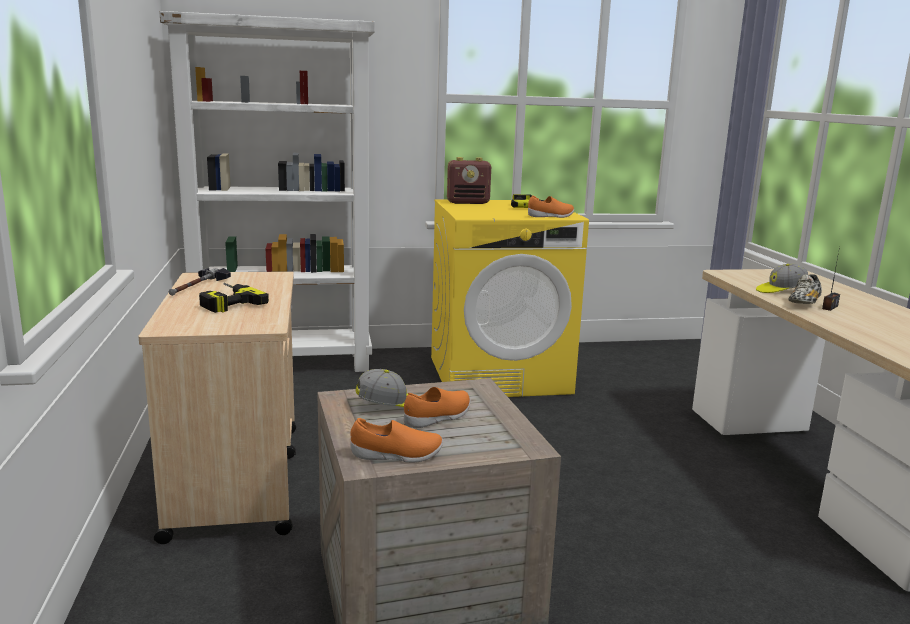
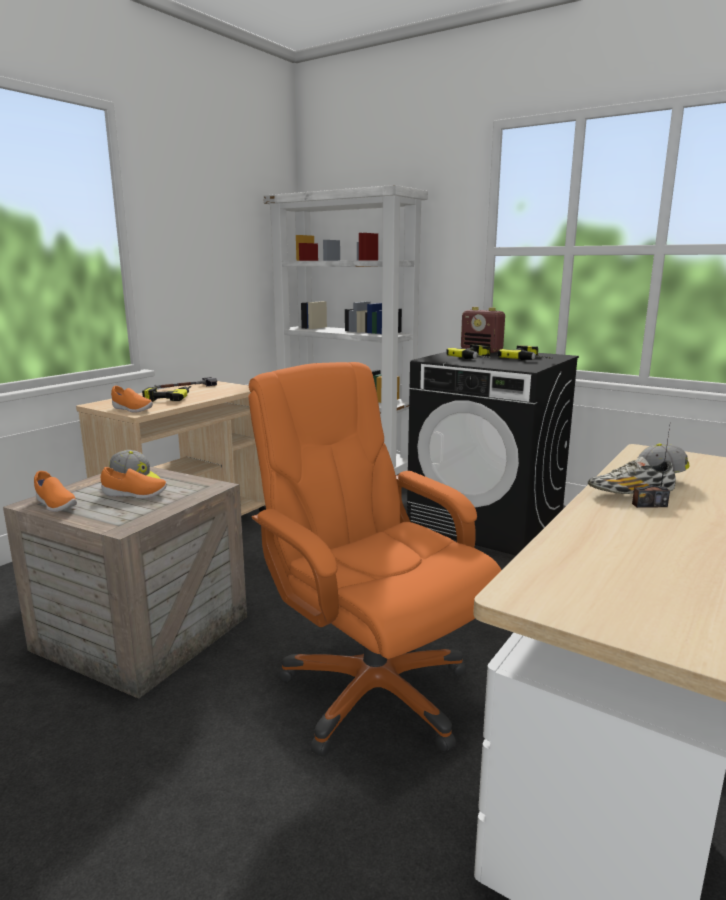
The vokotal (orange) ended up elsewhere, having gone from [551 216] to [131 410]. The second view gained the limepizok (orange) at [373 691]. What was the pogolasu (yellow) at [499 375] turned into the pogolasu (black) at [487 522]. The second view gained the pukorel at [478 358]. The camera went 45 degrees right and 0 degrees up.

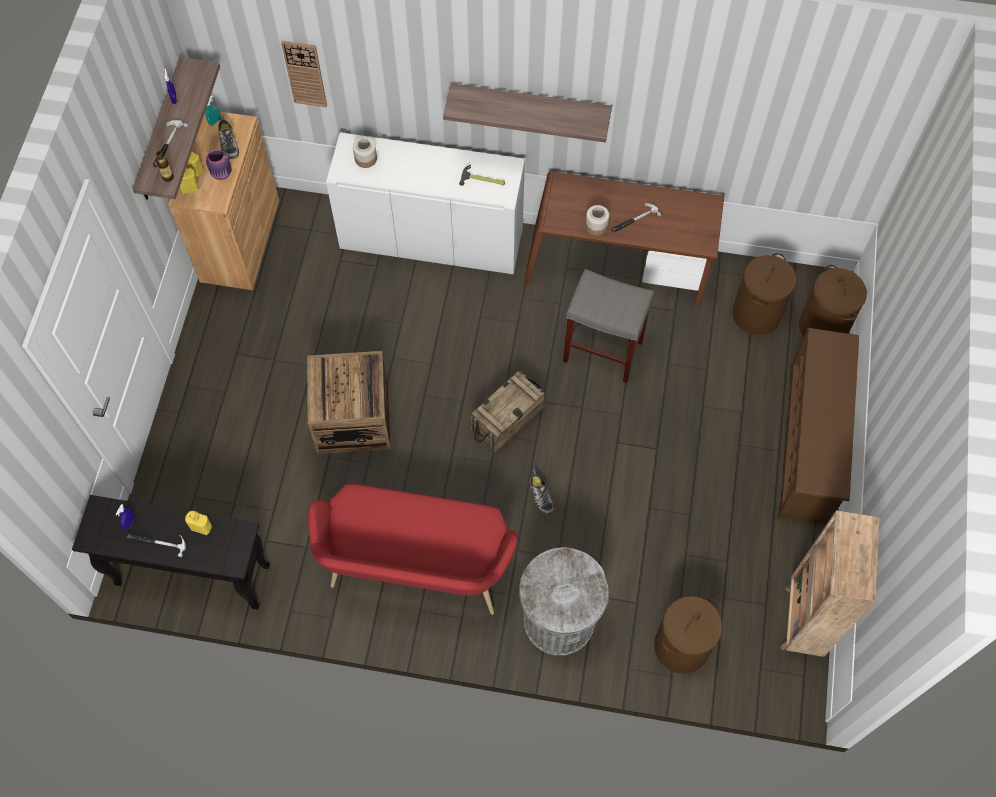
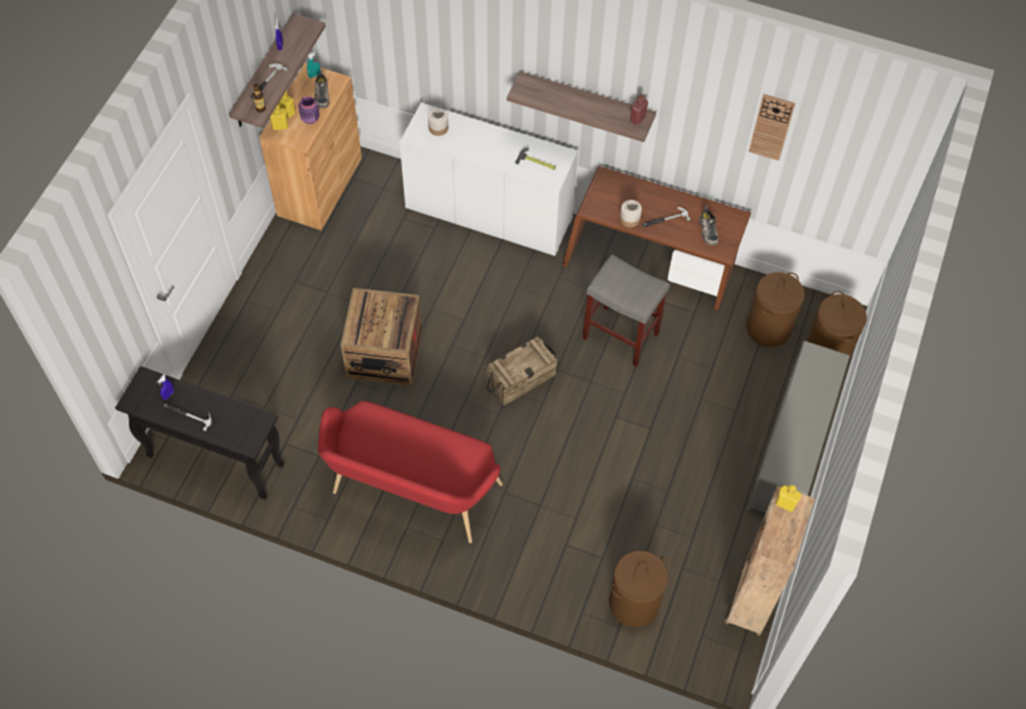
The second view gained the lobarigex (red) at [637 119]. The vokotal ended up elsewhere, having gone from [540 495] to [707 230]. What was the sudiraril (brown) at [809 446] turned into the sudiraril (grey) at [791 451]. The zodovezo ended up elsewhere, having gone from [305 73] to [771 127]. The lobarigex (yellow) ended up elsewhere, having gone from [201 527] to [785 504]. The second view lost the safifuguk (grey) at [558 621]. The camera went 10 degrees right and 5 degrees down.

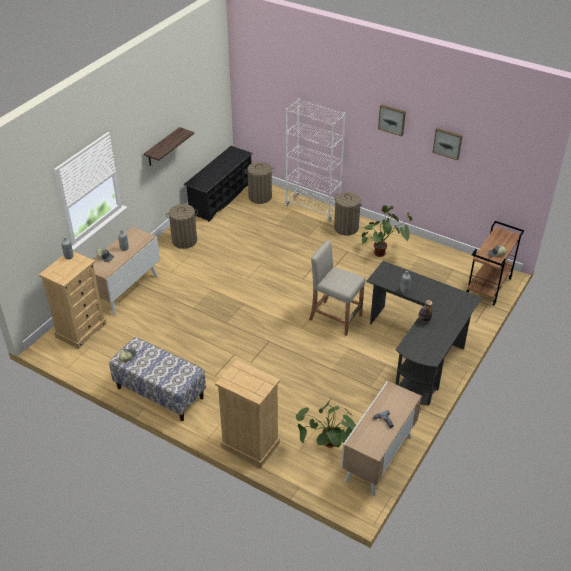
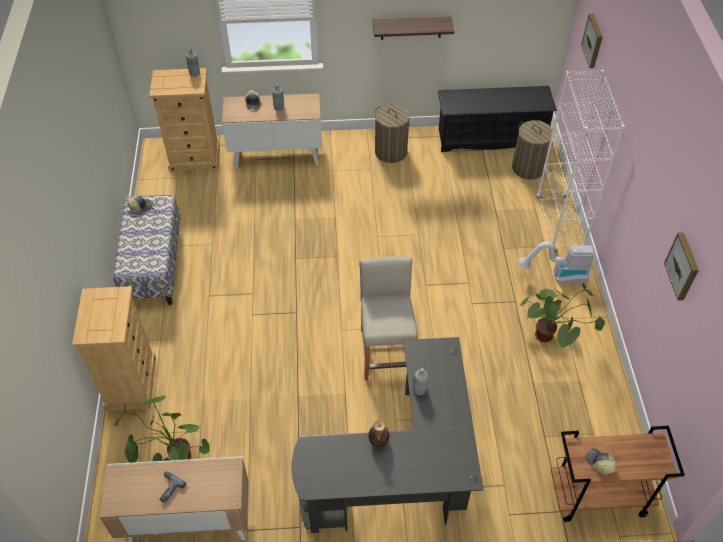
Where the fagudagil stood at [346 228], the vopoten came to stand at [557 276]. The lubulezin ended up elsewhere, having gone from [392 119] to [593 40]. The camera went 55 degrees right and 10 degrees up.

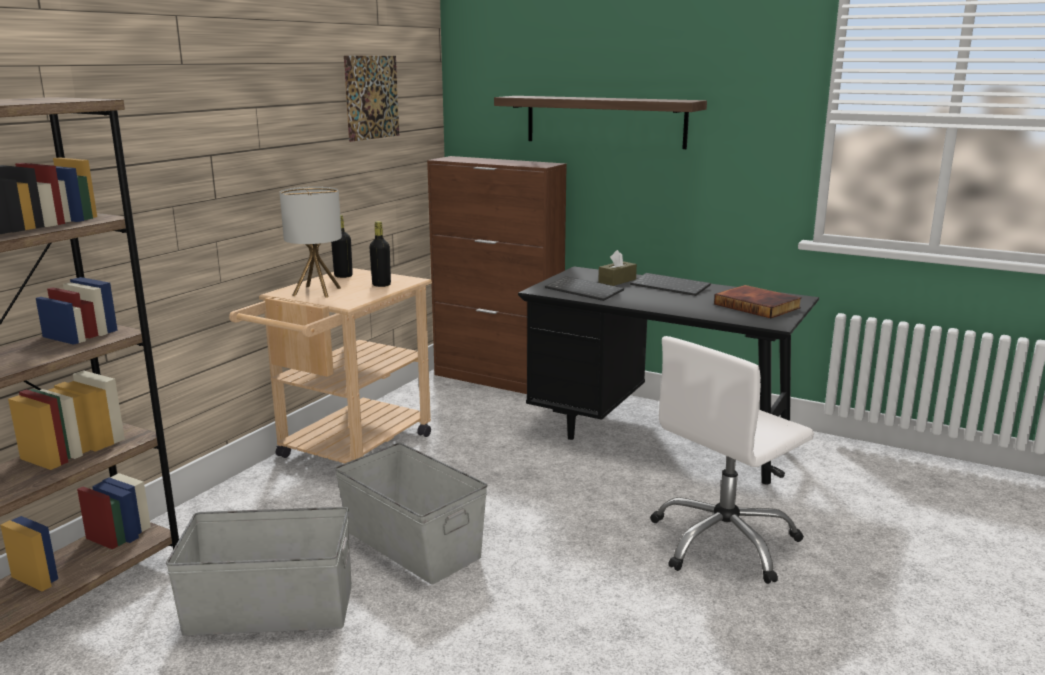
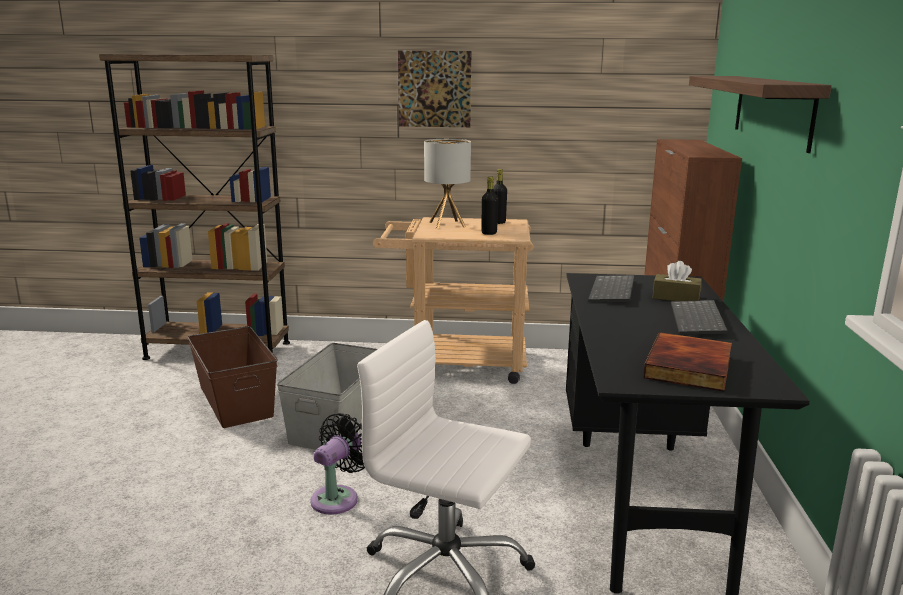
What was the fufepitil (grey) at [271 609] turned into the fufepitil (brown) at [235 401]. The second view gained the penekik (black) at [338 497]. The lubulezin ended up elsewhere, having gone from [372 97] to [434 89]. The camera went 65 degrees right and 0 degrees up.

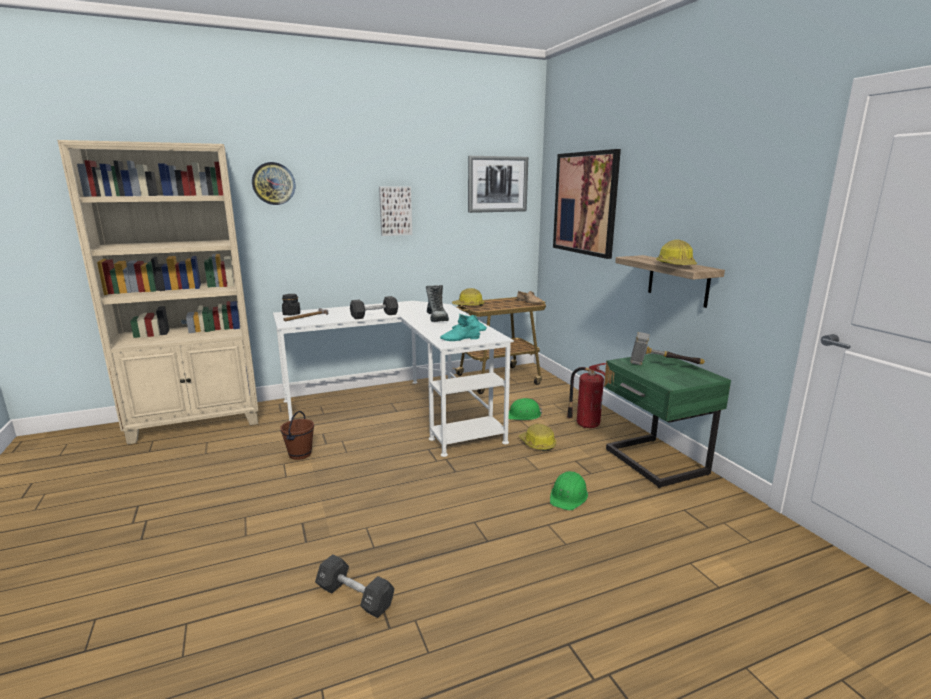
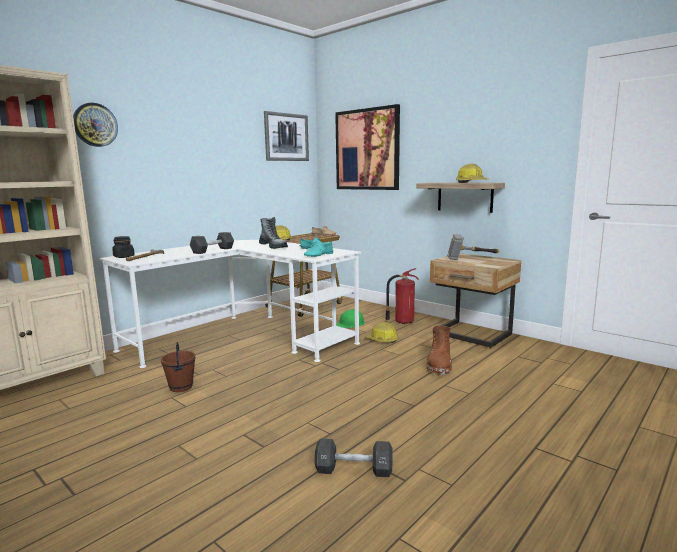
Where the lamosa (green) stood at [568 496], the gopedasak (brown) came to stand at [439 365]. What was the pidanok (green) at [653 463] turned into the pidanok (beige) at [471 335]. The second view lost the lubulezin at [395 211]. The camera went 25 degrees left and 5 degrees down.

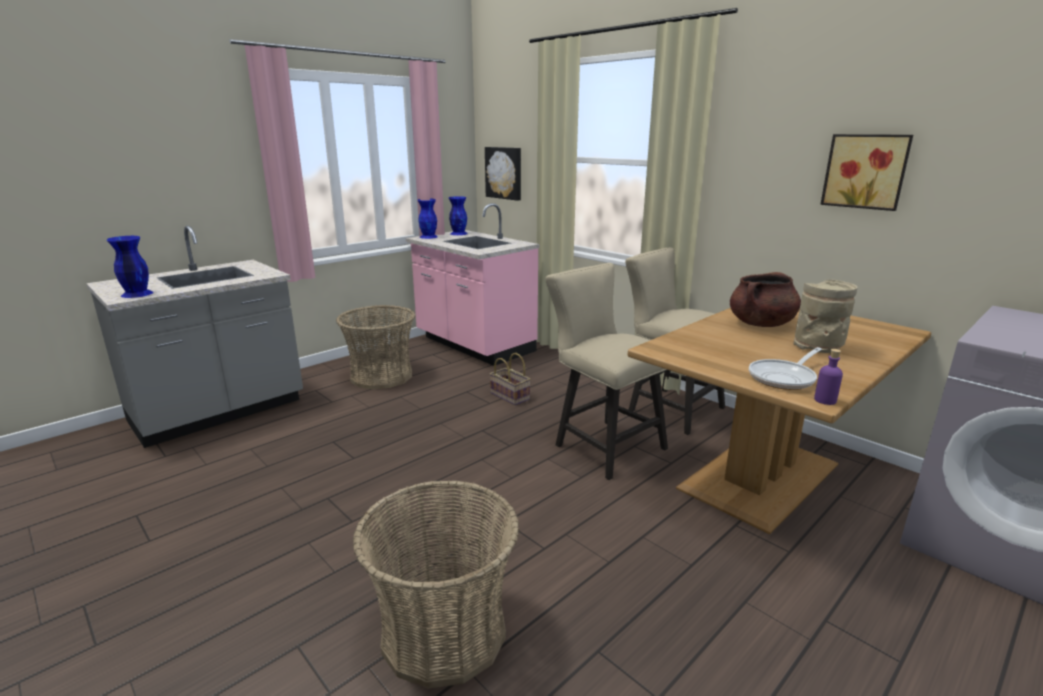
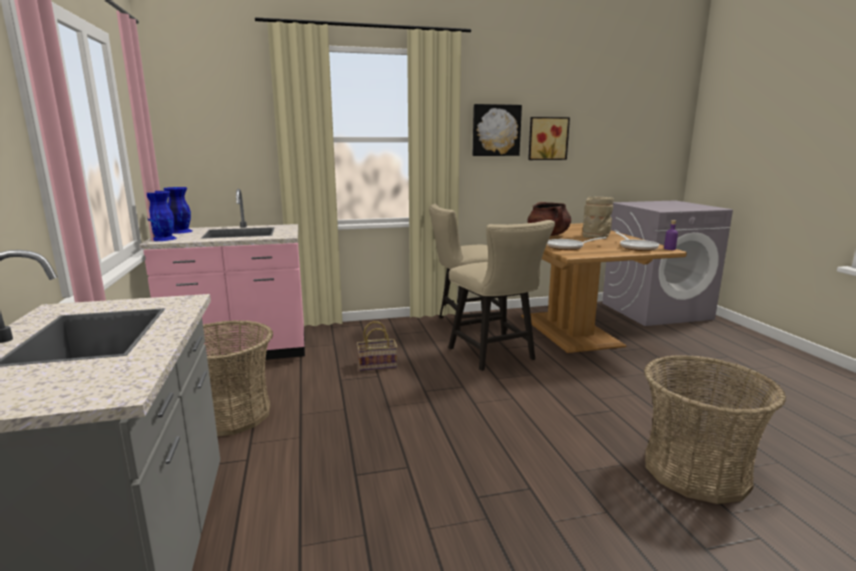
The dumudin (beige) at [603 445] ended up facing another way, 105 degrees counterclockwise from before. The lubulezin ended up elsewhere, having gone from [504 173] to [496 130]. The second view gained the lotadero at [568 247]. The second view lost the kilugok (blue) at [136 294]. The camera went 60 degrees left and 5 degrees down.

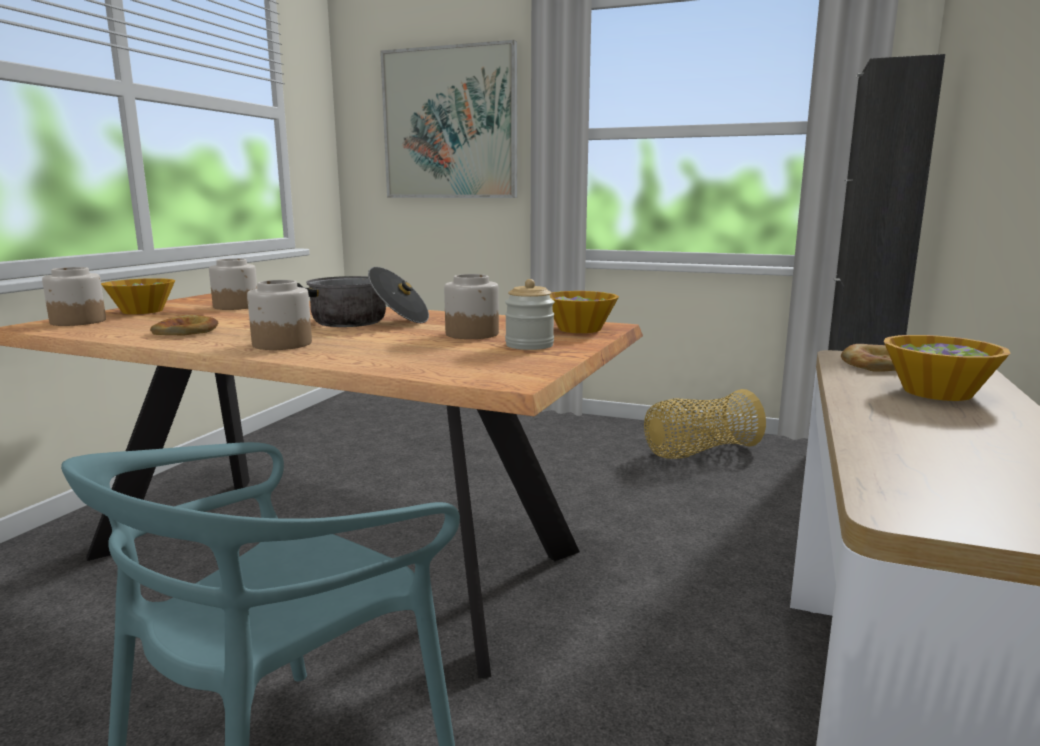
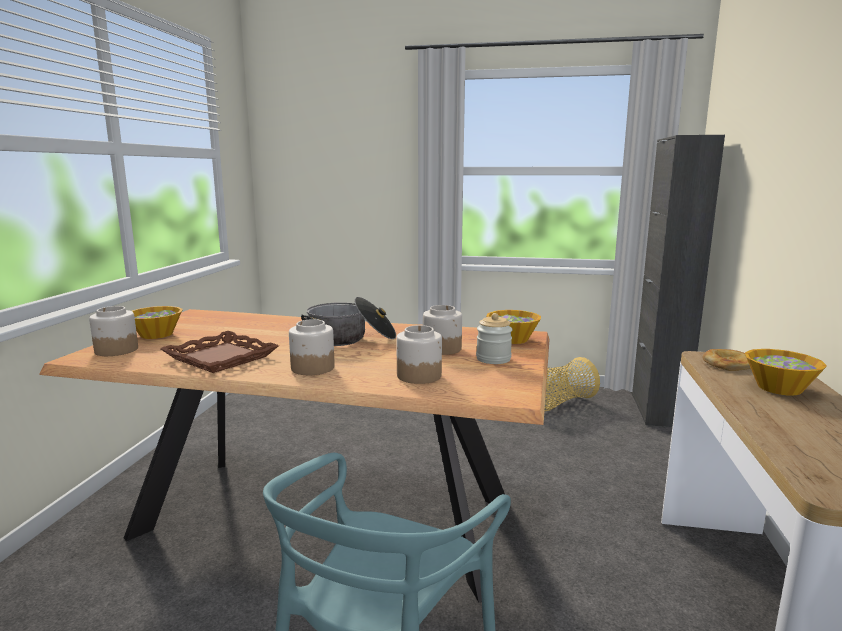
Where the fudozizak stood at [187 331], the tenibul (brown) came to stand at [221 358]. The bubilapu ended up elsewhere, having gone from [236 306] to [419 375]. The second view lost the lubulezin at [450 124]. The camera went 10 degrees left and 0 degrees up.

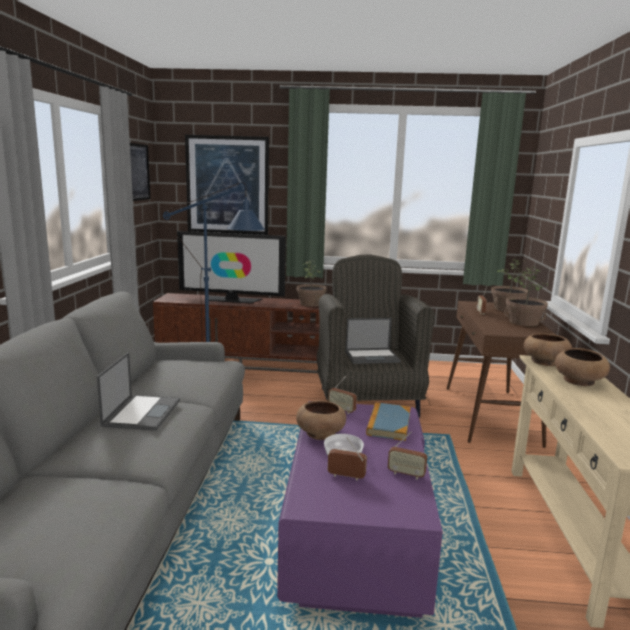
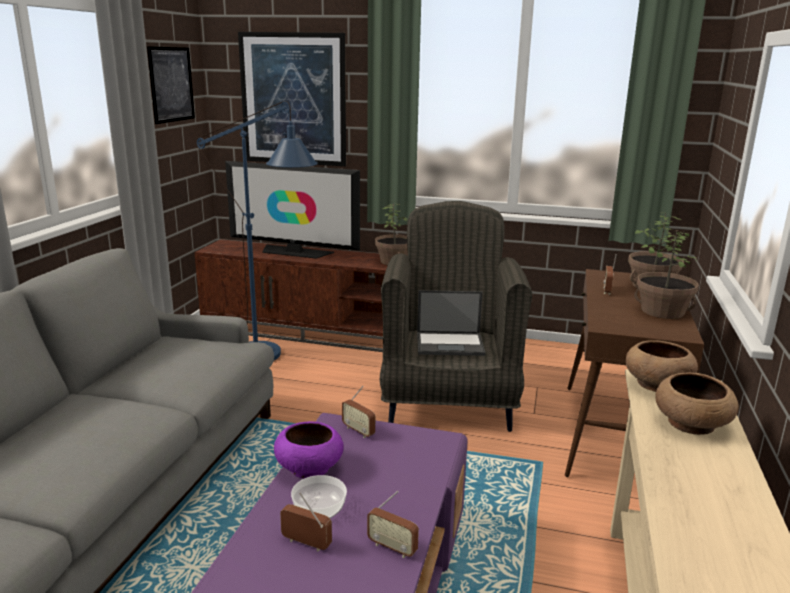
What was the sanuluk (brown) at [320 433] turned into the sanuluk (purple) at [309 467]. The second view lost the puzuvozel at [142 412]. The second view lost the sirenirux at [388 424]. The camera went 10 degrees right and 5 degrees up.

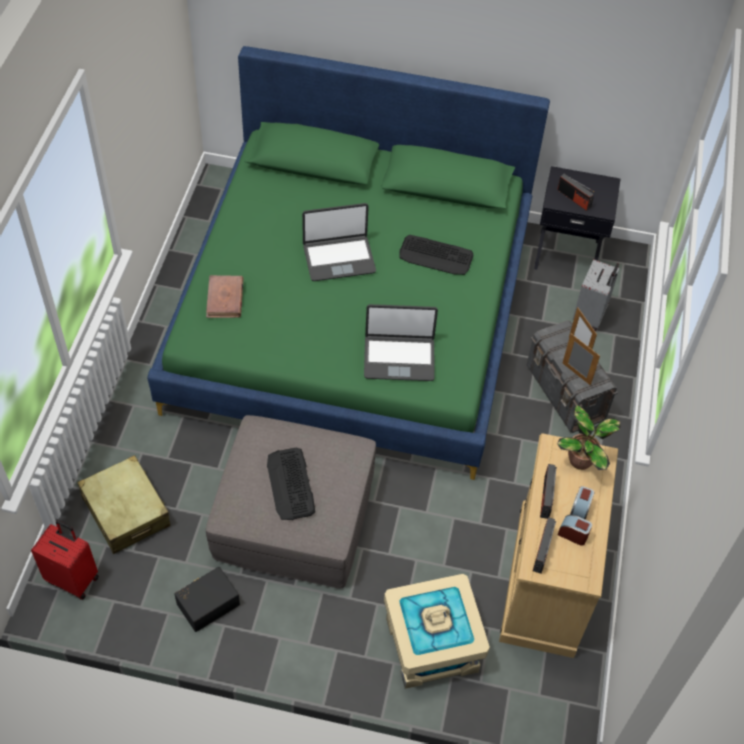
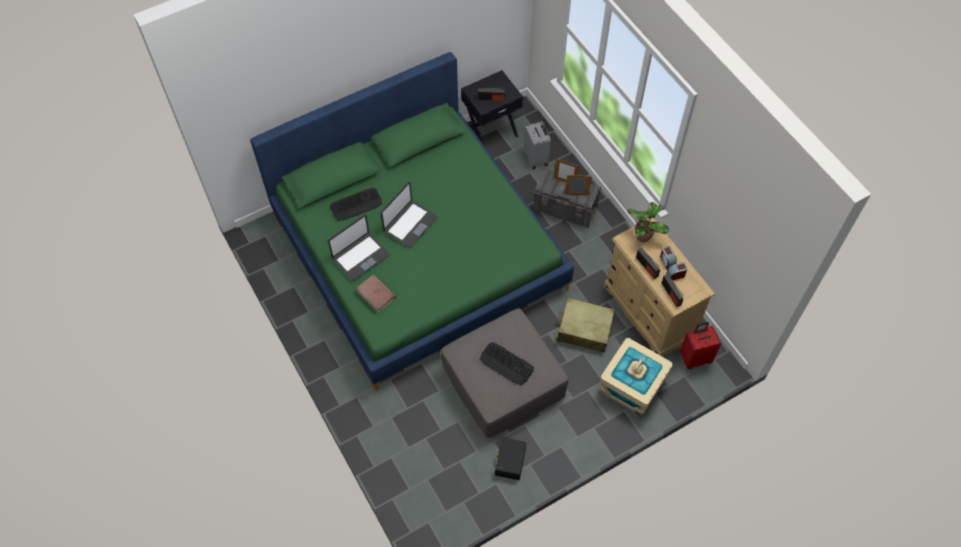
The puzuvozel ended up elsewhere, having gone from [399 358] to [360 256]. The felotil ended up elsewhere, having gone from [436 256] to [356 204]. The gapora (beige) ended up elsewhere, having gone from [126 511] to [584 329]. The gapora (red) ended up elsewhere, having gone from [73 578] to [695 358]. The camera went 40 degrees left and 5 degrees up.

